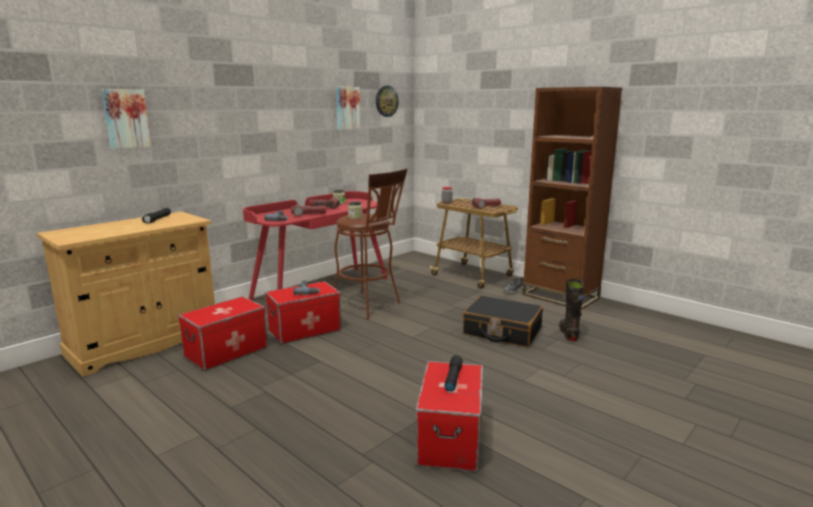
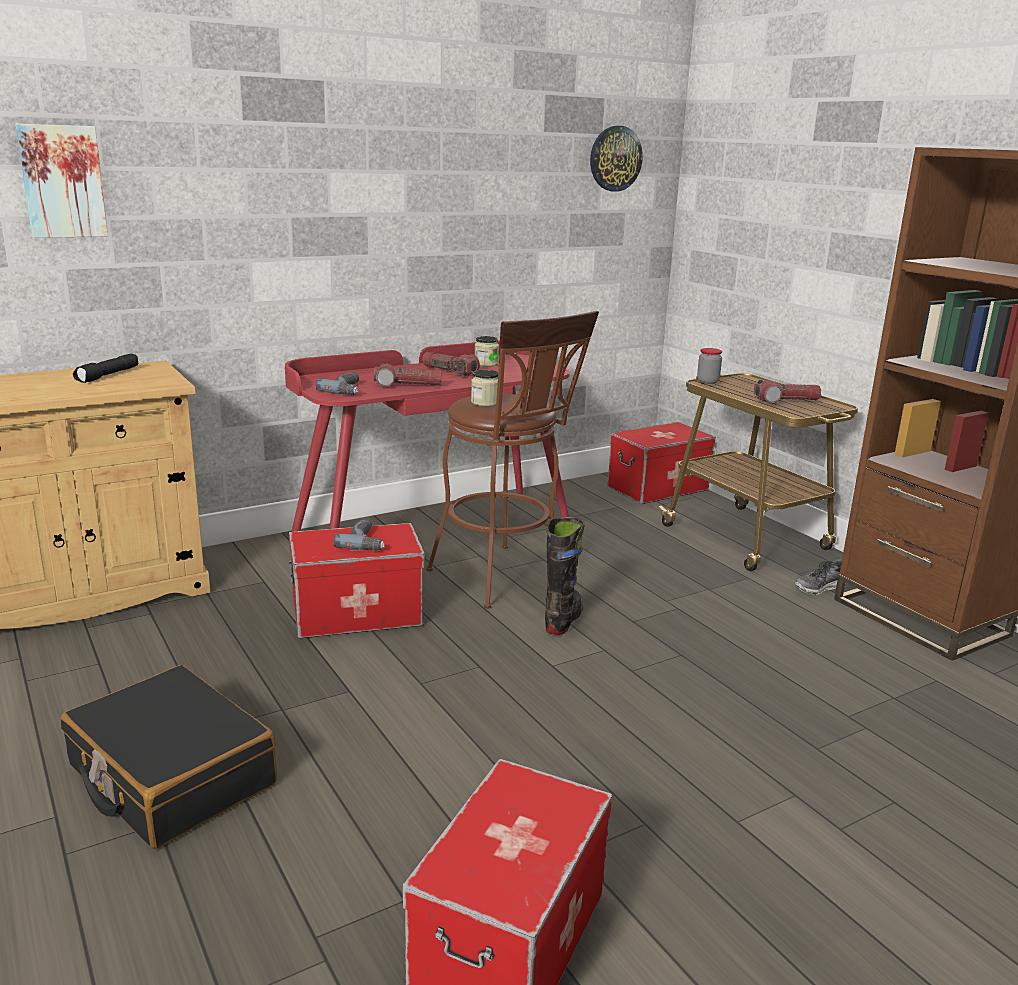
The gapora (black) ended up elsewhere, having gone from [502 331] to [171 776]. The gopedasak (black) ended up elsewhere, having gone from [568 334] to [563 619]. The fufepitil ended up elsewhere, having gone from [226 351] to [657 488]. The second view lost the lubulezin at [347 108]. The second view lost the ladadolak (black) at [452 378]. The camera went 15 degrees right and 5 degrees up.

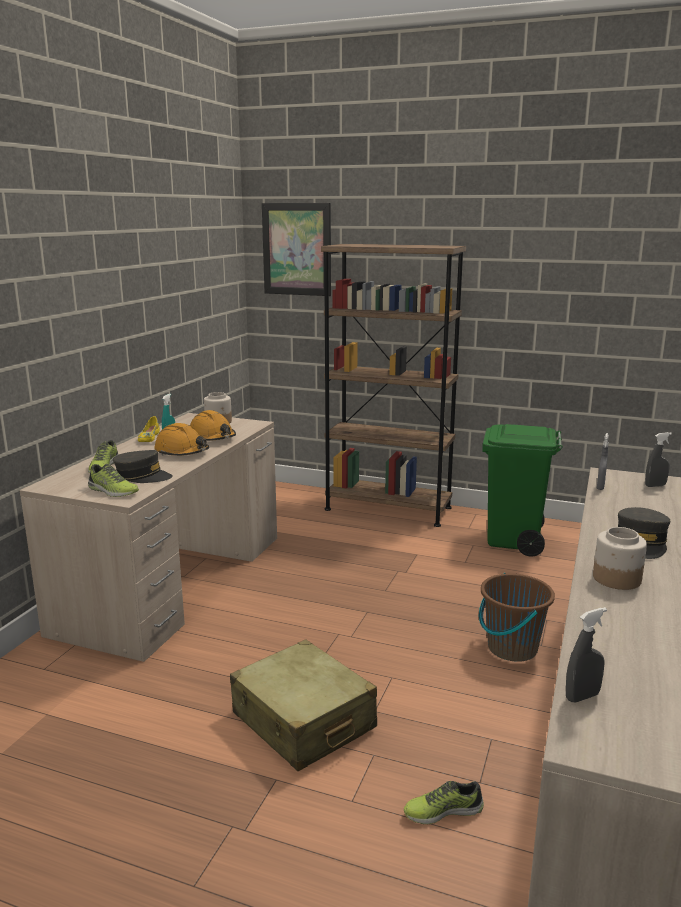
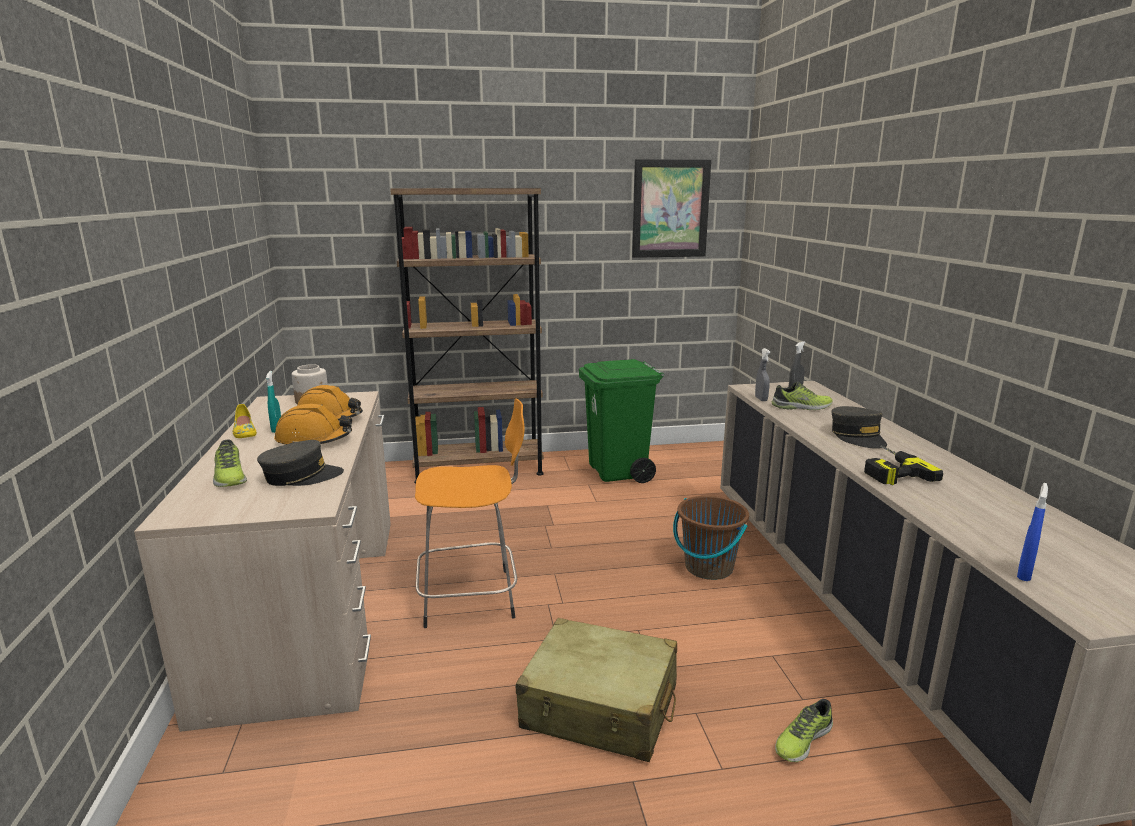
The second view gained the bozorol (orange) at [472 597]. The lubulezin ended up elsewhere, having gone from [297 249] to [670 209]. The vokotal ended up elsewhere, having gone from [112 491] to [801 407]. Where the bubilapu stood at [616 579], the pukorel came to stand at [888 469]. What was the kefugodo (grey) at [582 696] turned into the kefugodo (blue) at [1024 573]. The camera went 30 degrees left and 0 degrees up.

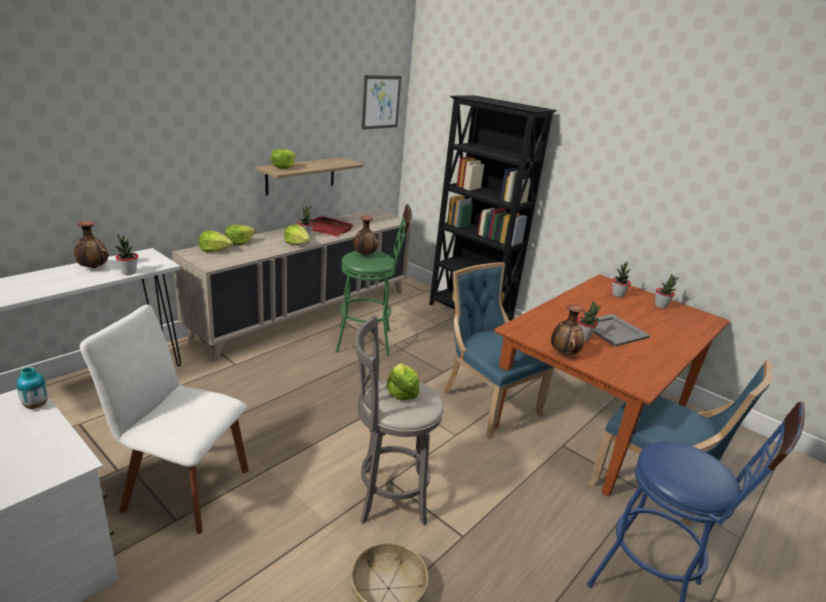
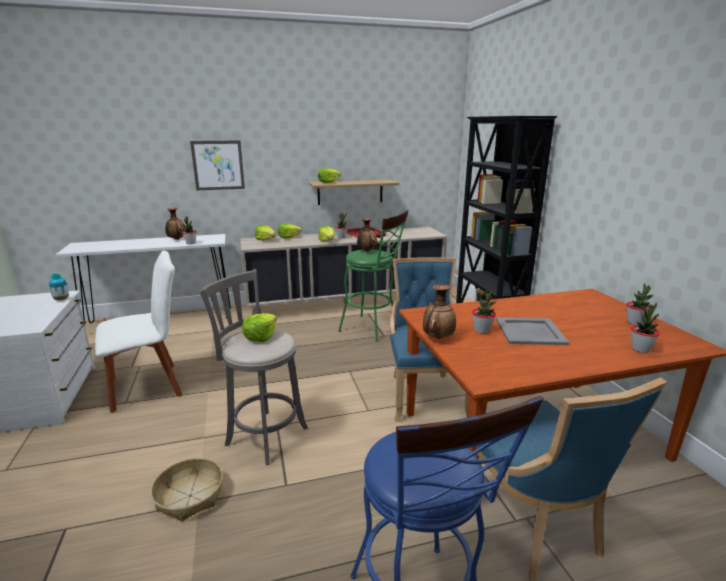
The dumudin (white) at [182 487] ended up facing another way, 105 degrees clockwise from before. The lubulezin ended up elsewhere, having gone from [381 102] to [218 165]. The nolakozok ended up elsewhere, having gone from [617 295] to [640 349]. The camera went 35 degrees right and 5 degrees down.

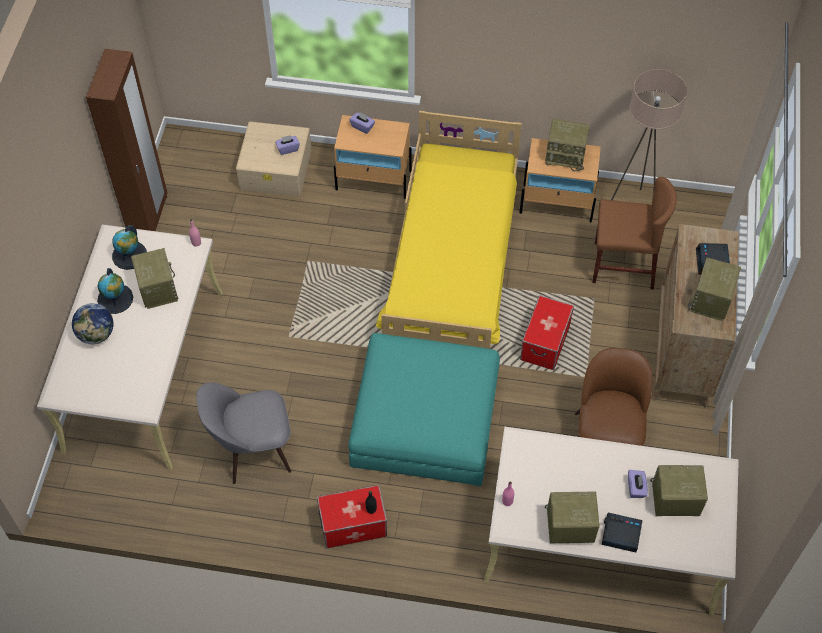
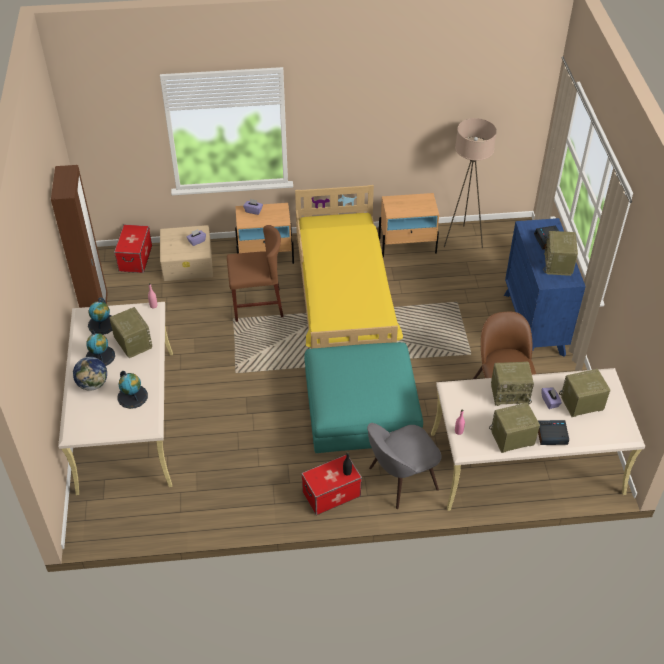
The fufepitil ended up elsewhere, having gone from [544 342] to [135 258]. The second view gained the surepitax at [132 396]. The dumudin (brown) ended up elsewhere, having gone from [623 265] to [257 305]. The dumudin (grey) ended up elsewhere, having gone from [252 449] to [400 480]. The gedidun ended up elsewhere, having gone from [566 156] to [510 394]. What was the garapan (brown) at [682 352] turned into the garapan (blue) at [534 324]. The camera went 15 degrees left and 10 degrees down.

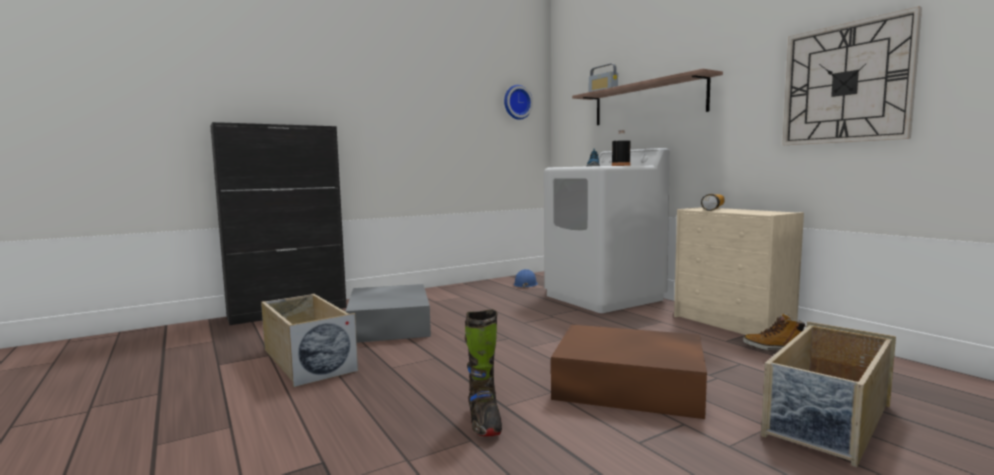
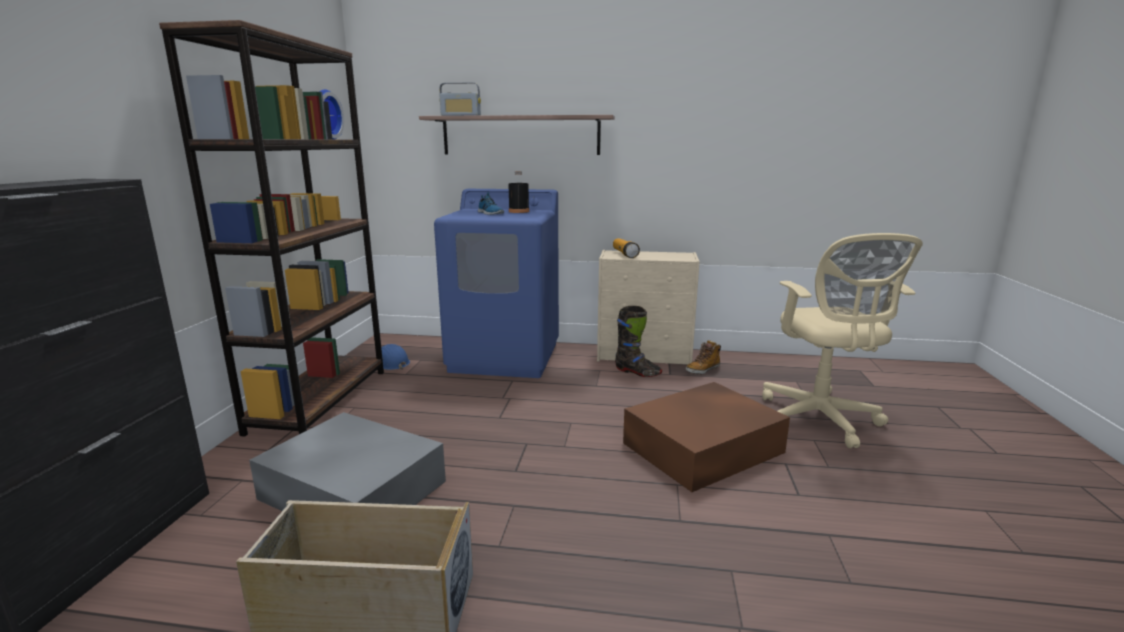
The second view gained the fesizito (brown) at [320 400]. What was the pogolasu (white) at [604 298] turned into the pogolasu (blue) at [505 357]. The gopedasak (black) ended up elsewhere, having gone from [484 422] to [637 372]. Where the fufepitil (beige) stood at [827 421], the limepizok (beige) came to stand at [820 420]. The second view lost the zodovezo at [846 83]. The camera went 50 degrees left and 10 degrees up.

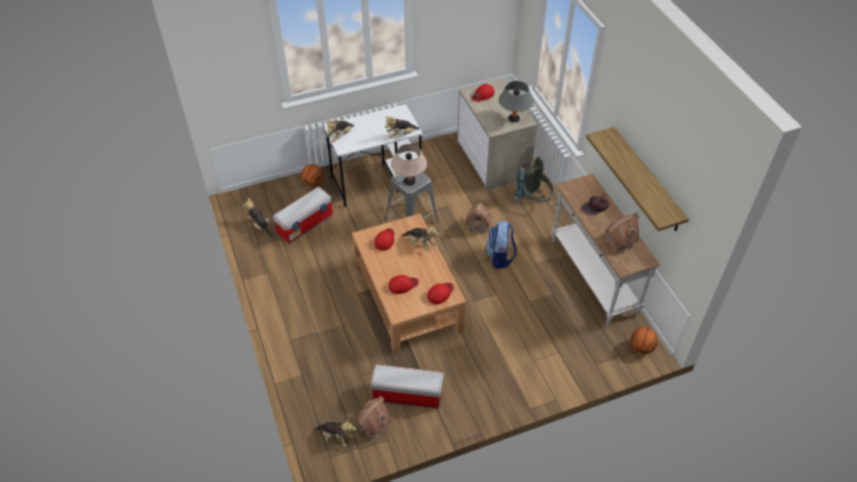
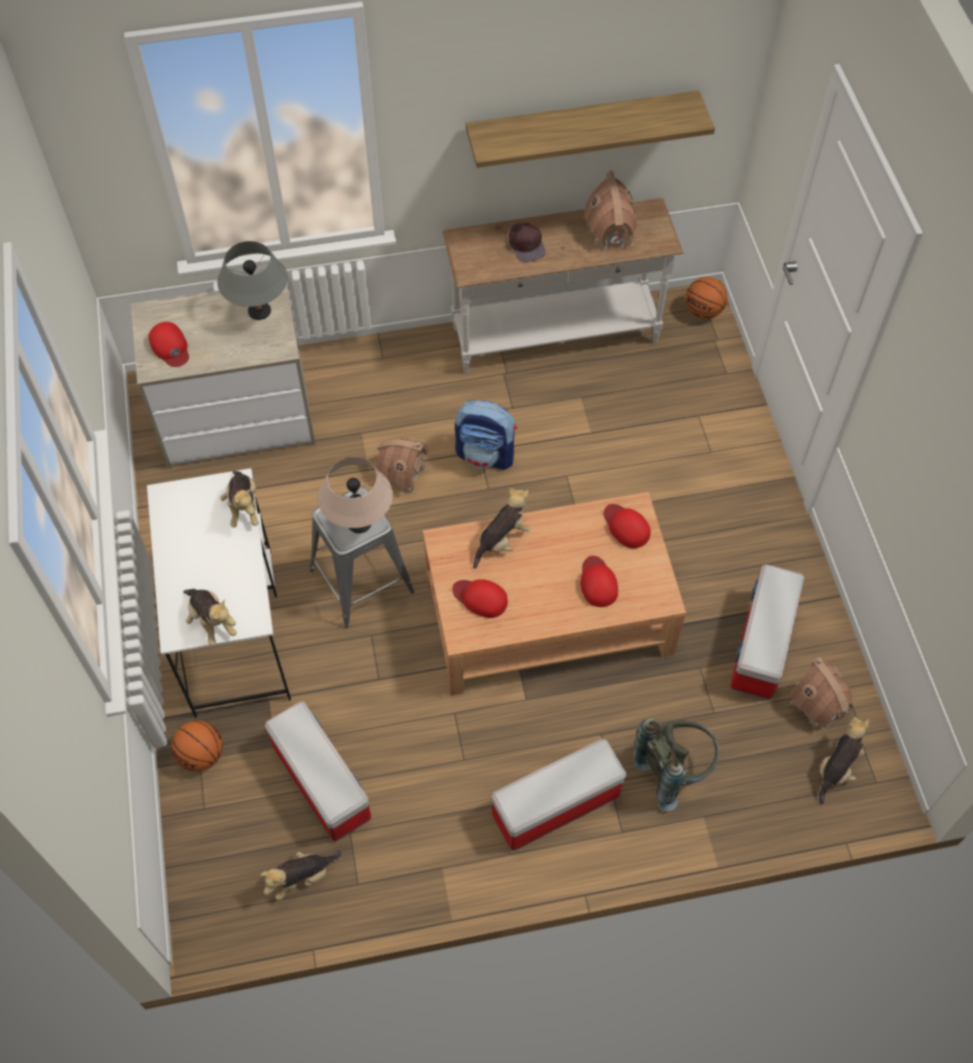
The second view gained the fufepitil at [555 806]. The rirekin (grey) ended up elsewhere, having gone from [534 200] to [673 770]. The camera went 80 degrees left and 10 degrees up.

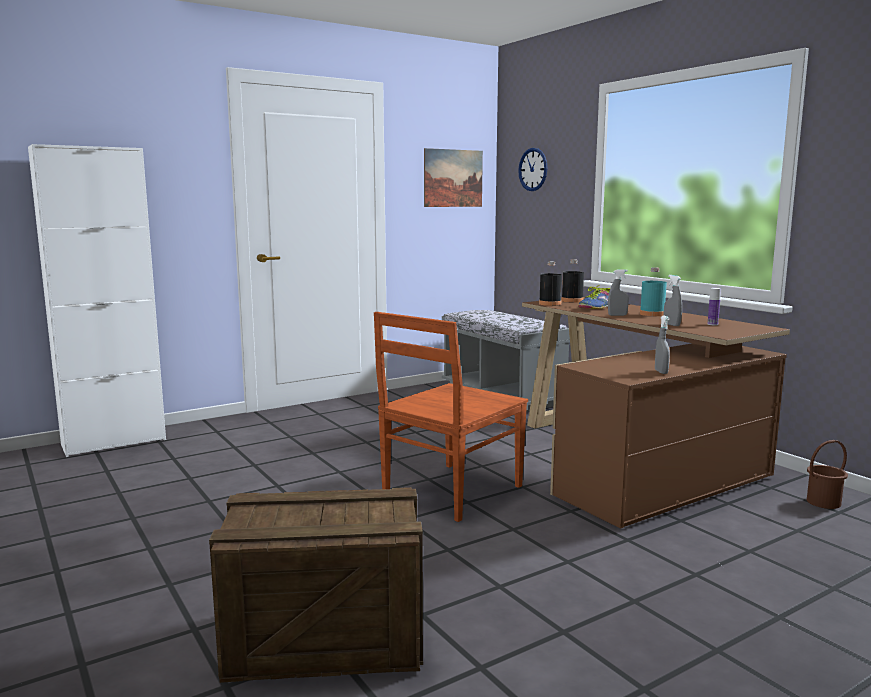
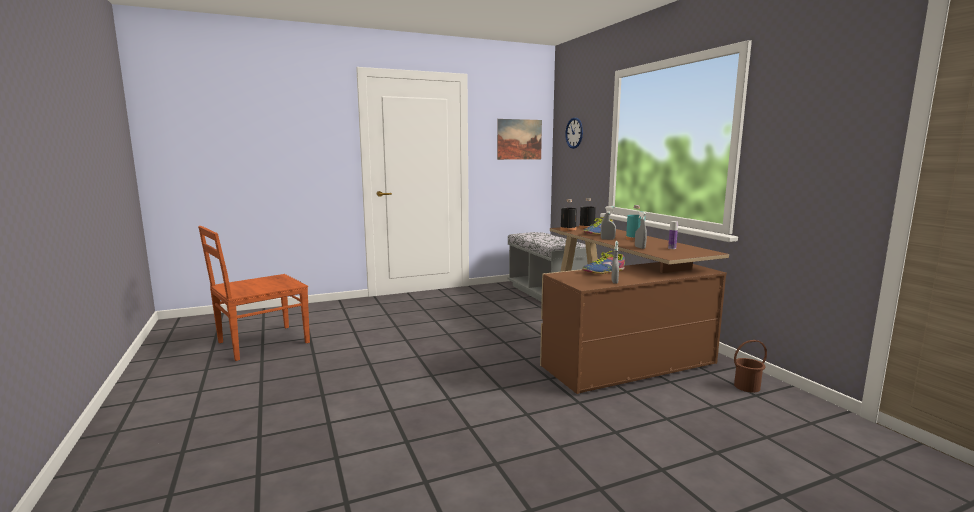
The dumudin (brown) ended up elsewhere, having gone from [450 492] to [261 343]. The second view gained the vokotal at [604 271]. The second view lost the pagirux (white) at [114 442]. The second view lost the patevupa at [323 639]. The camera went 10 degrees right and 0 degrees up.

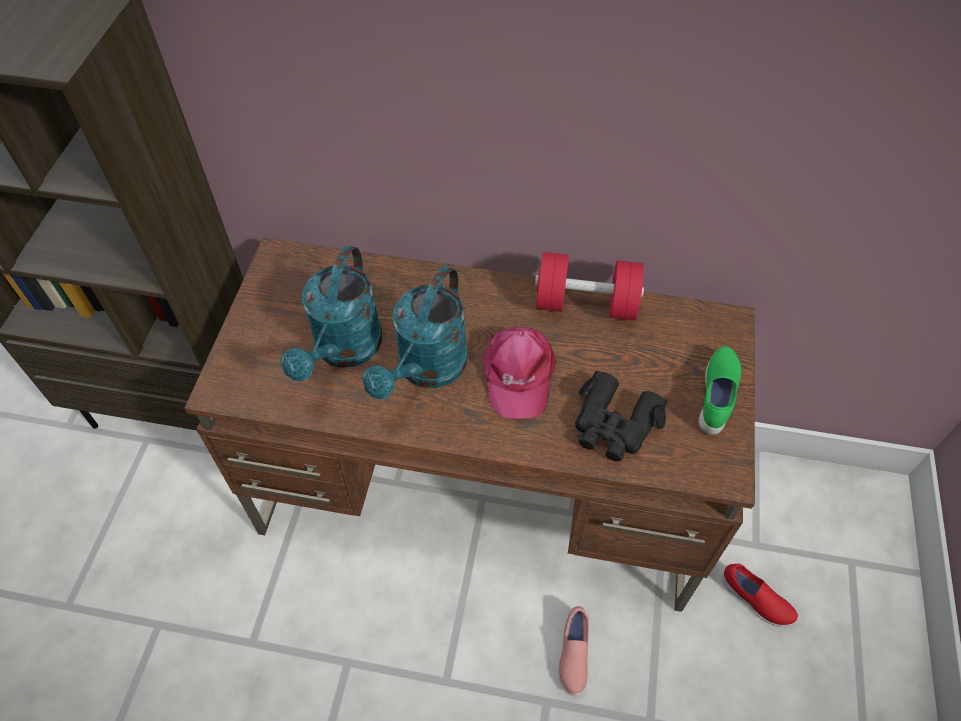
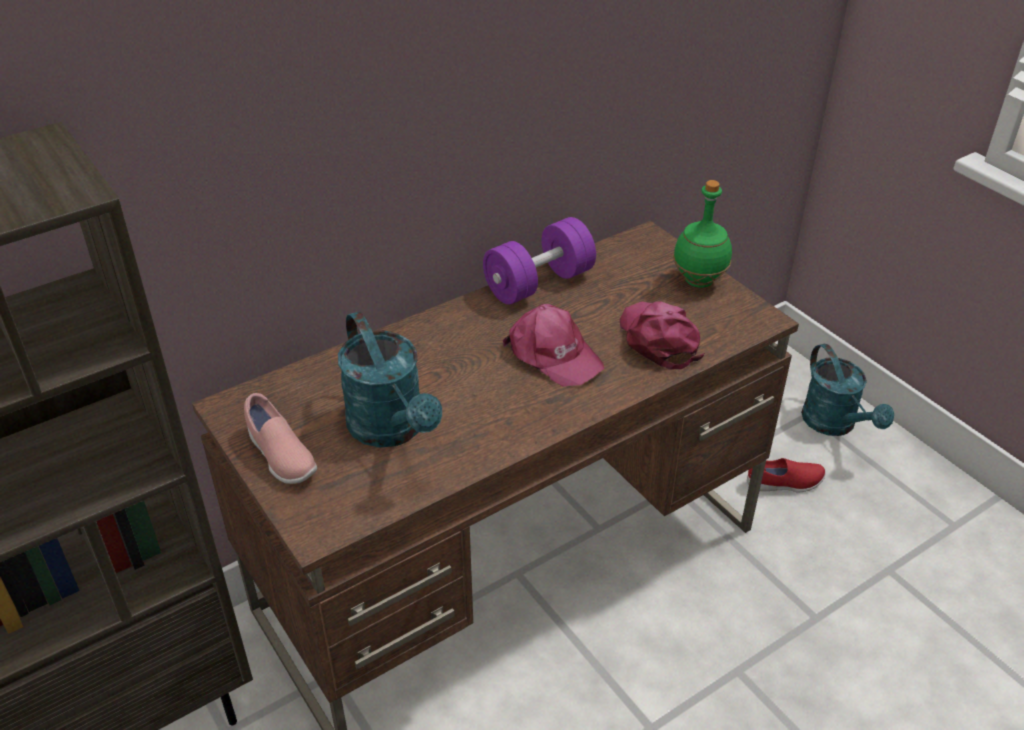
The vokotal (pink) ended up elsewhere, having gone from [573 655] to [280 457]. What was the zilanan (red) at [586 304] turned into the zilanan (purple) at [539 283]. Where the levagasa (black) stood at [614 425], the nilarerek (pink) came to stand at [659 339]. Where the vokotal (green) stood at [717 397], the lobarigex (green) came to stand at [698 281]. The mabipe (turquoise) ended up elsewhere, having gone from [426 370] to [835 424]. The camera went 45 degrees left and 15 degrees down.

